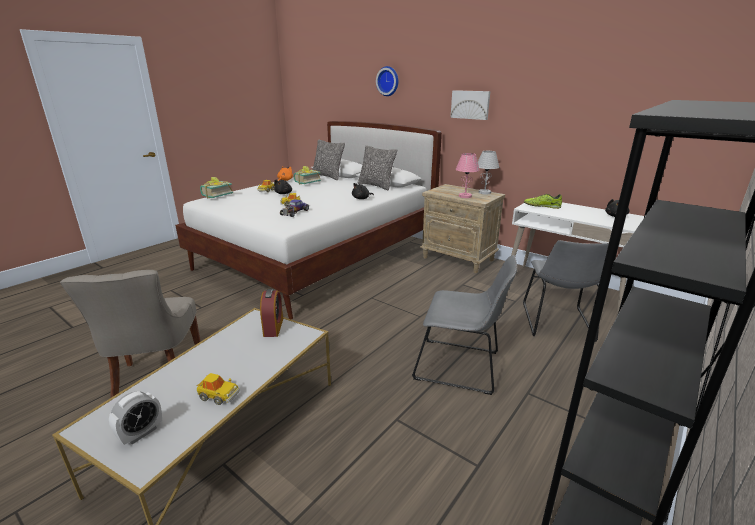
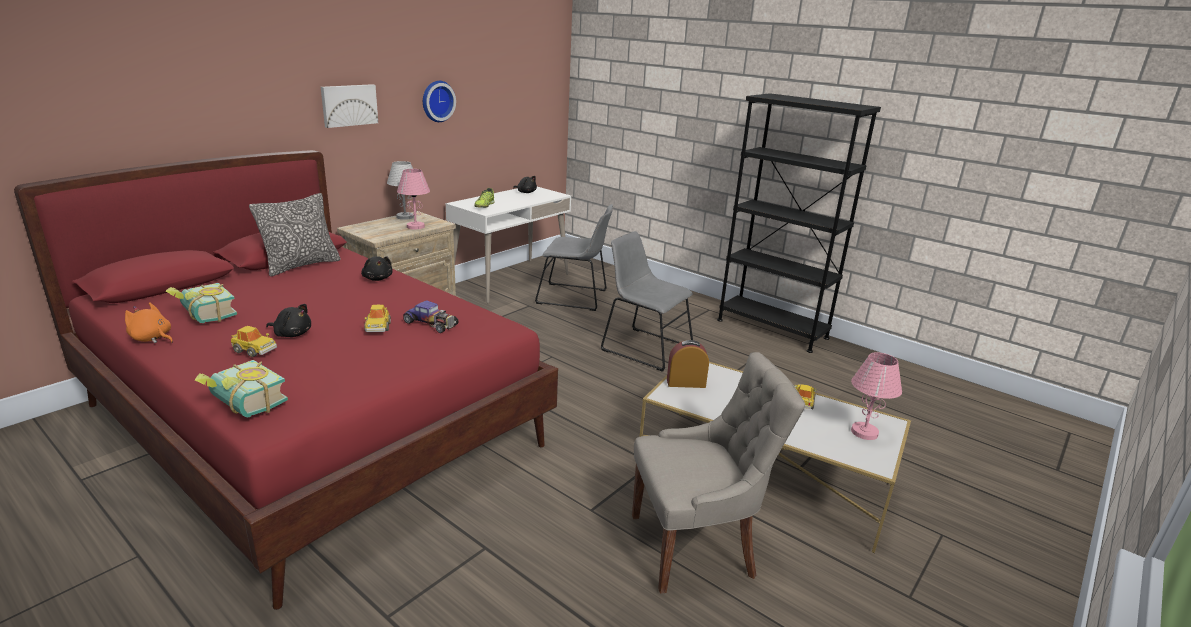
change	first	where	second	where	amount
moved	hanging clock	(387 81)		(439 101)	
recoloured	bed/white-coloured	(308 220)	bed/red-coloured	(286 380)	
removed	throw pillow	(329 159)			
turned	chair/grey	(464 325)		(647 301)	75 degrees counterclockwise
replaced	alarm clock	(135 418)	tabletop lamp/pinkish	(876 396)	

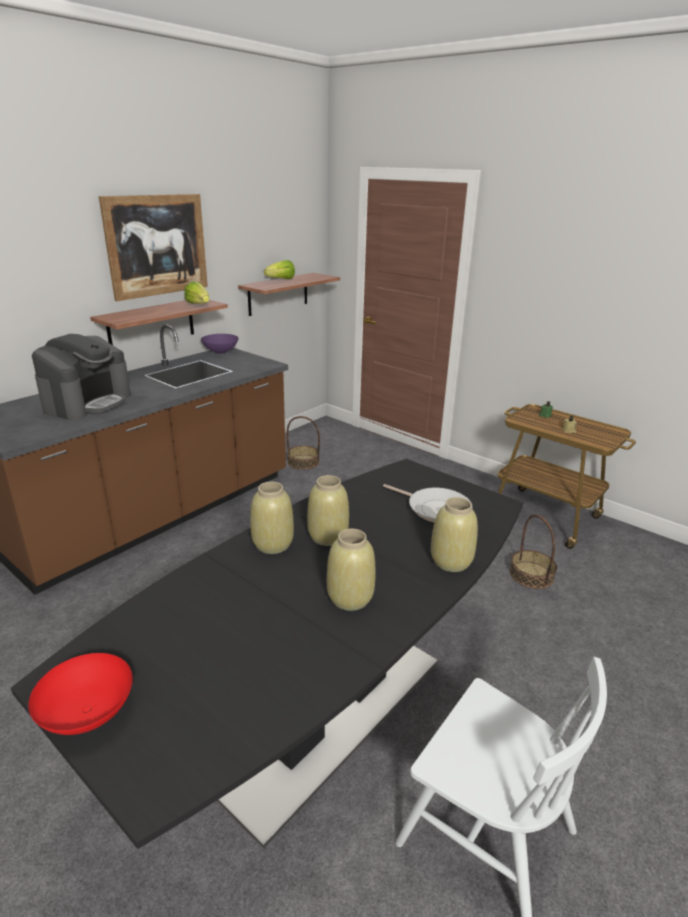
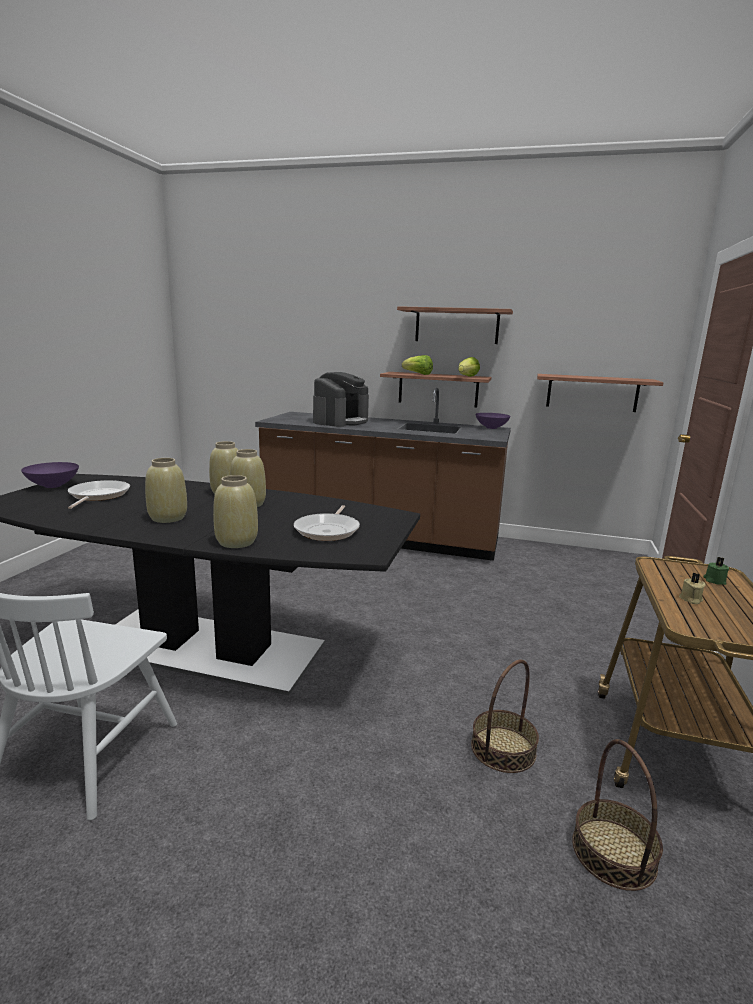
change	first	where	second	where	amount
replaced	wall picture	(153 247)	wall shelf	(455 325)	
moved	lettuce	(279 269)		(417 365)	
turned	coffee machine	(81 377)		(341 399)	60 degrees counterclockwise
moved	basket	(303 443)		(617 815)	
recoloured	bowl/red-coloured	(80 694)	bowl/purplish	(50 475)	
added			frying pan	(99 494)	

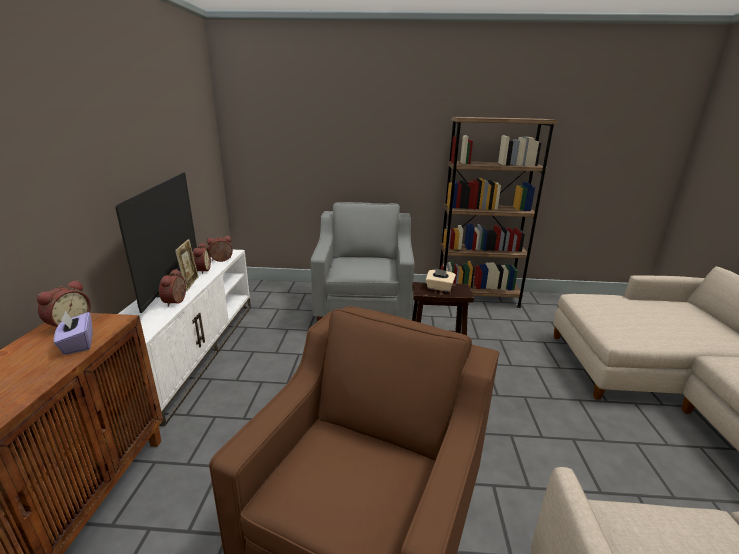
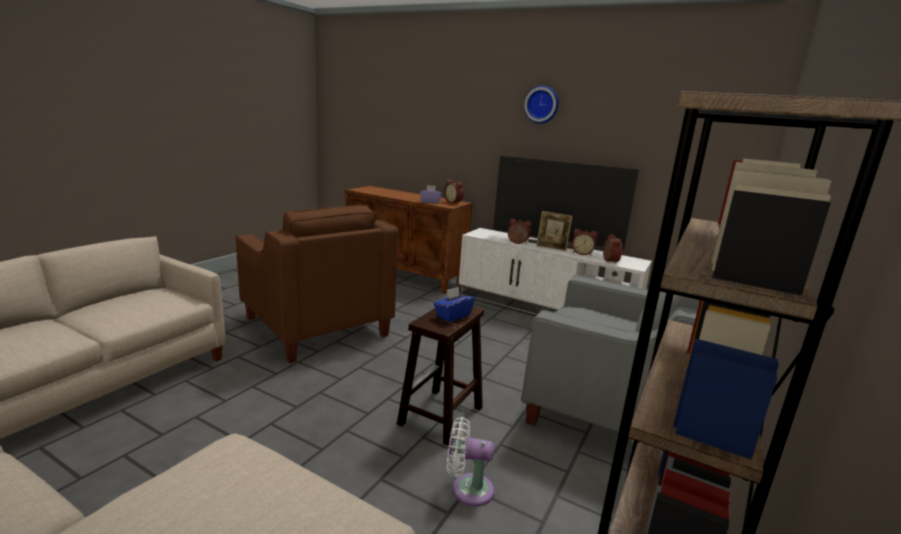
change	first	where	second	where	amount
recoloured	box of tissues/sand-coloured	(441 280)	box of tissues/bluish	(454 304)	
added			hanging clock	(541 104)	
added			electric fan/white-coloured	(470 461)	

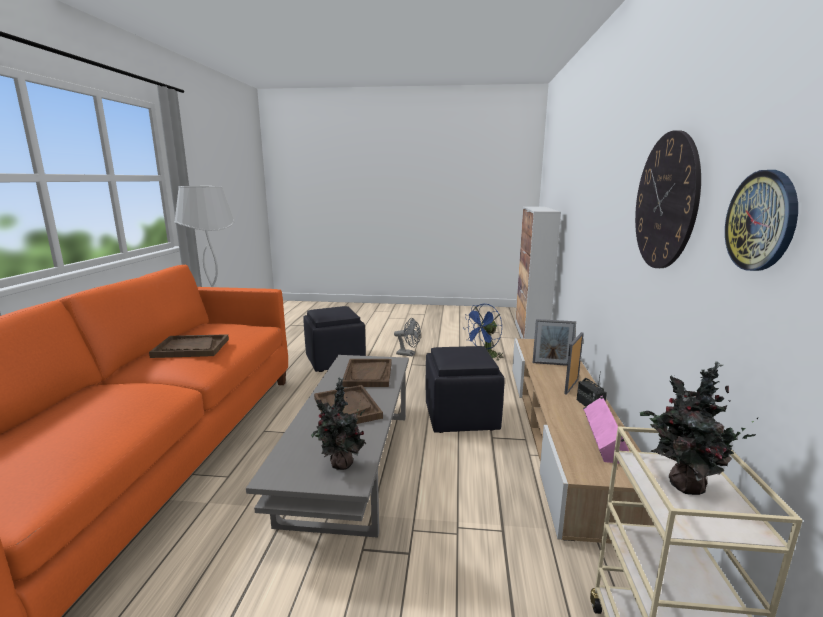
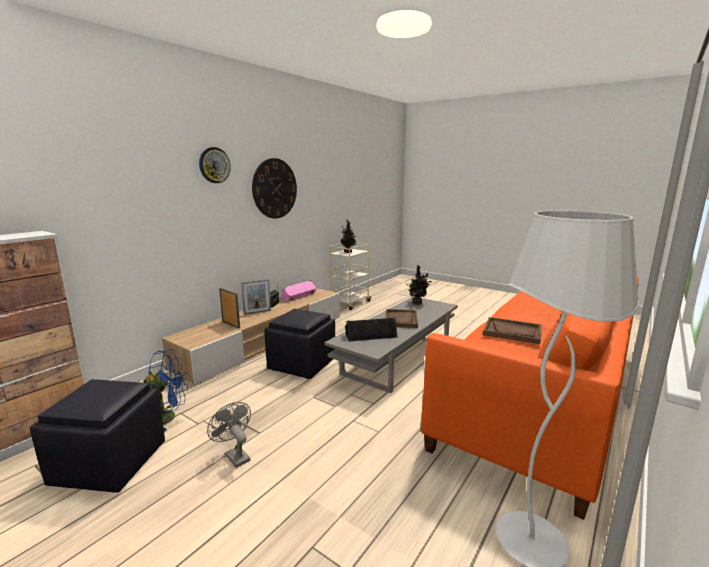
change	first	where	second	where	amount
moved	hanging clock	(761 220)		(215 165)	
moved	ottoman/blackish	(334 339)		(97 436)	
replaced	carrying tray/brown	(367 373)	loudspeaker/blackish	(371 329)	

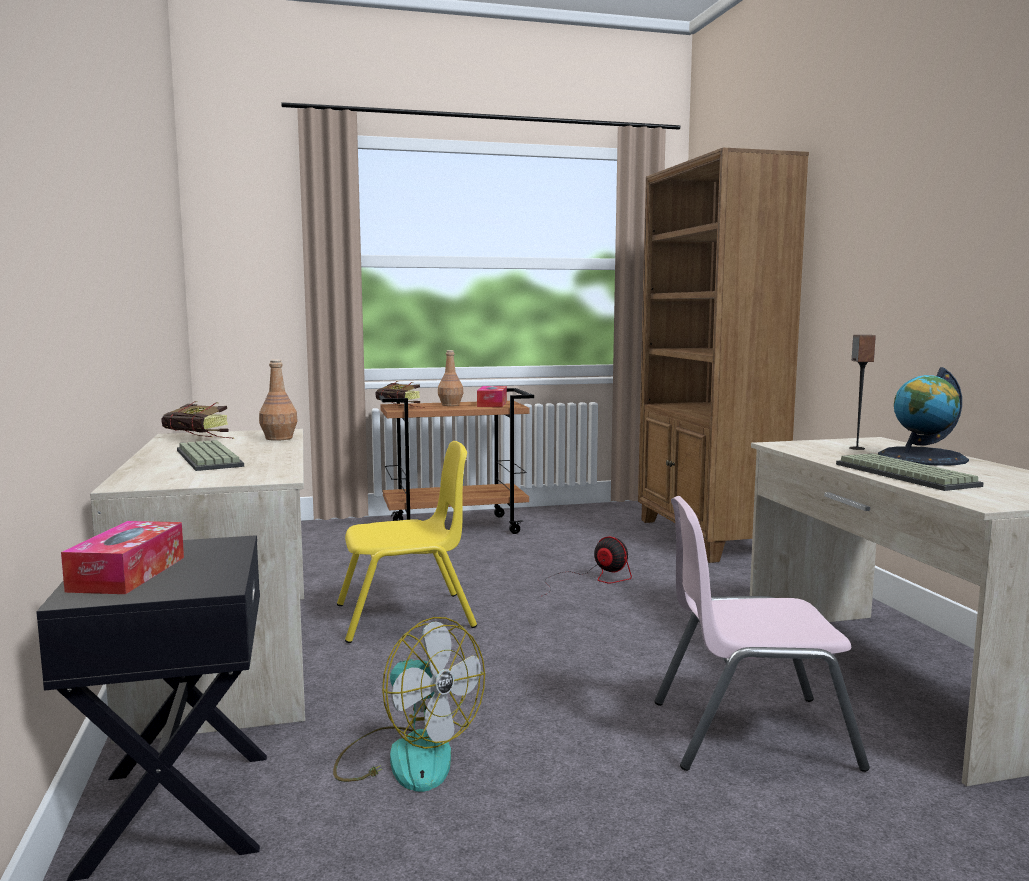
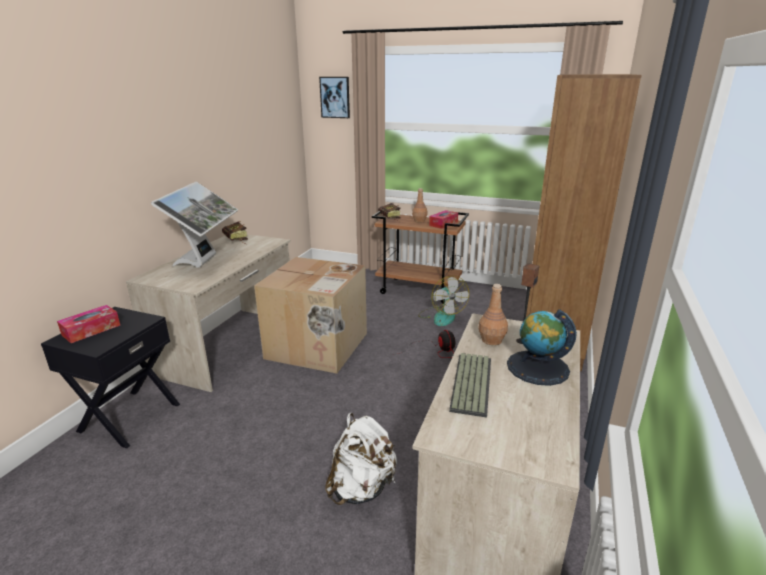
change	first	where	second	where	amount
moved	drink bottle/brown	(278 400)		(493 314)	
replaced	computer keyboard	(210 455)	computer screen	(194 225)	
replaced	chair/yellow-coloured	(407 542)	carton	(310 315)	
replaced	chair/pinkish	(762 634)	rucksack/white-coloured	(361 459)	
moved	electric fan	(409 704)		(443 301)	
added			wall picture	(334 97)	

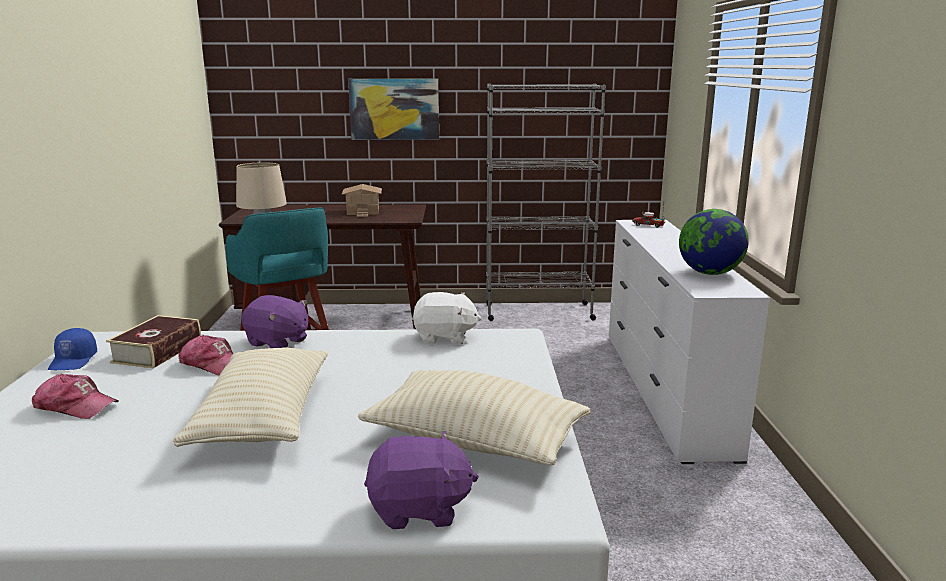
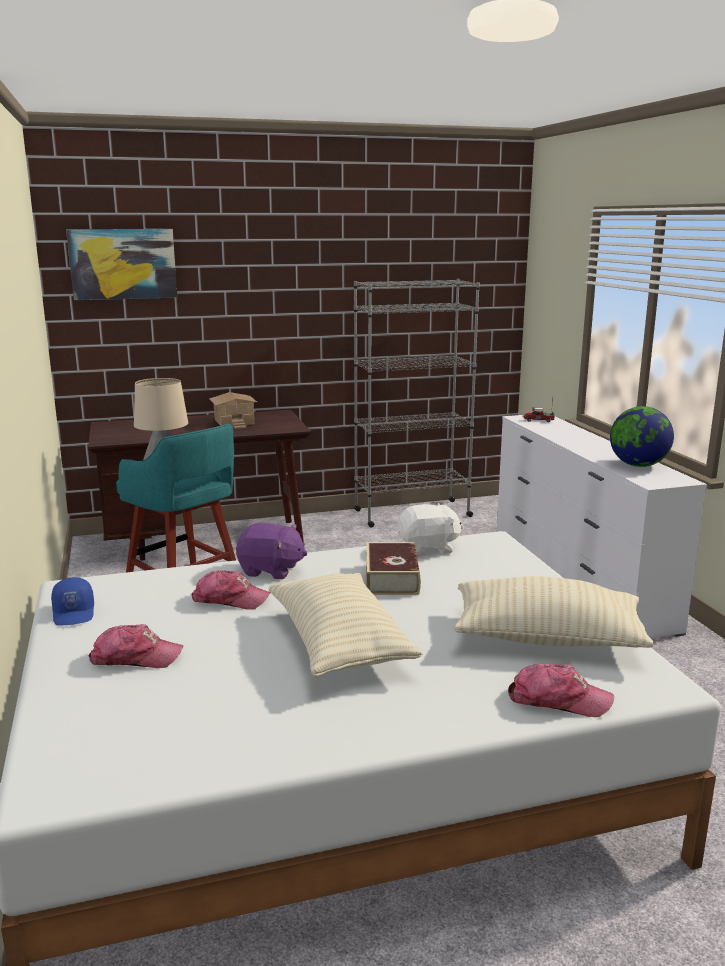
change	first	where	second	where	amount
moved	wall picture	(393 109)		(121 264)	
moved	volume	(153 341)		(393 568)	
replaced	cuddly toy/purplish	(421 480)	baseball cap	(561 690)	

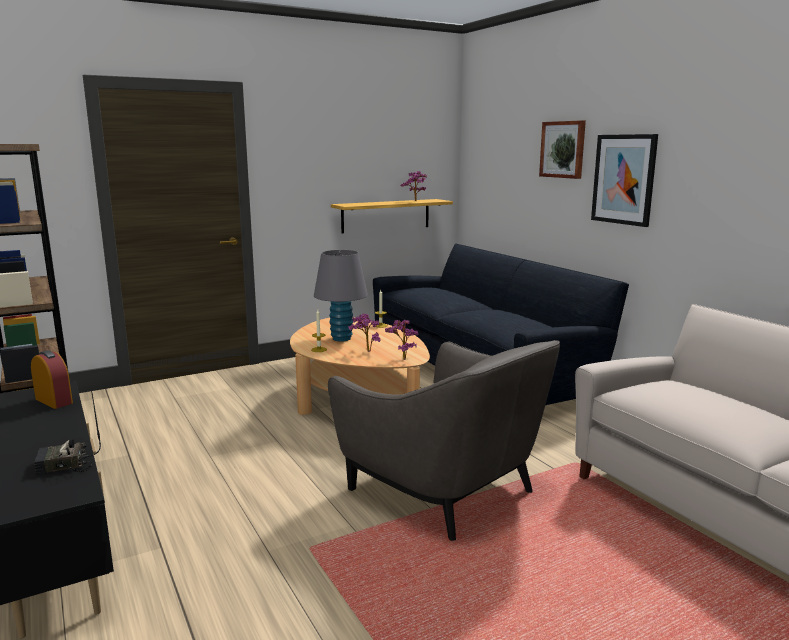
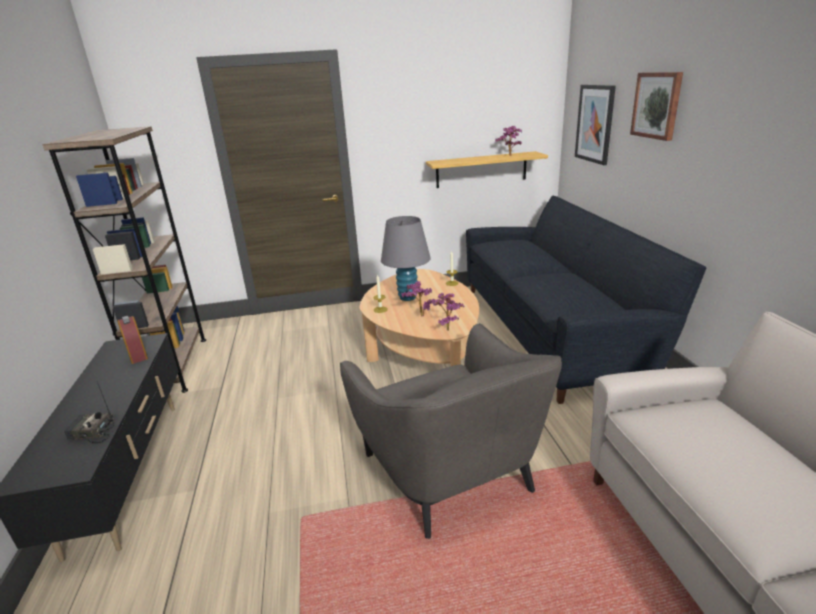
change	first	where	second	where	amount
moved	wall picture	(624 180)		(595 125)	

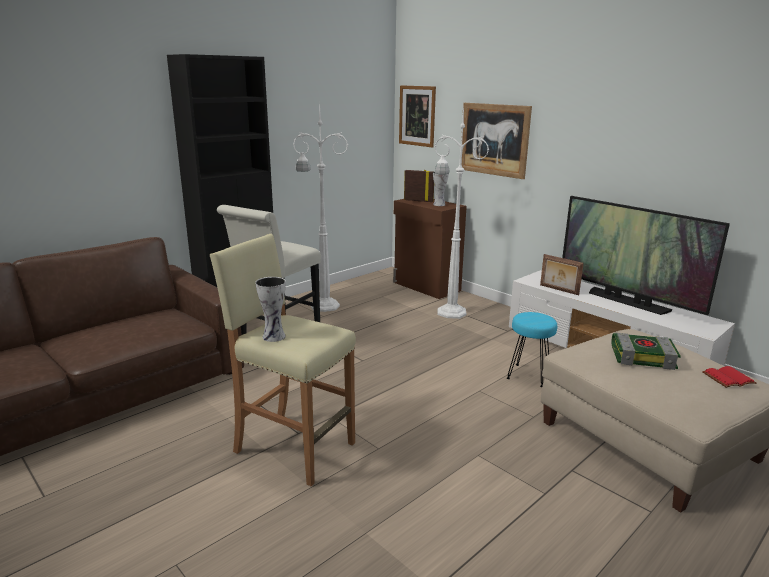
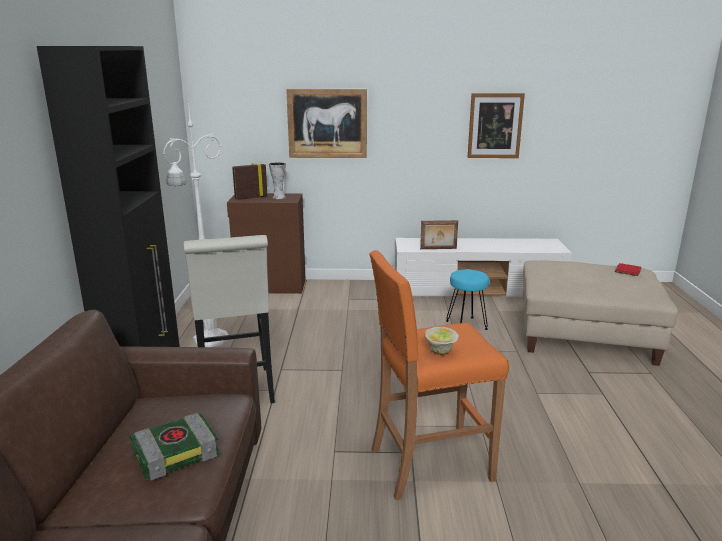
change	first	where	second	where	amount
moved	wall picture	(417 116)		(496 125)	
removed	standing lamp/white-coloured	(461 213)			
removed	TV	(646 255)			
recoloured	stool seat/sand-coloured	(283 360)	stool seat/orange-coloured	(439 375)	
replaced	decorative vase	(270 309)	bowl	(442 341)	
moved	volume	(646 351)		(175 446)	

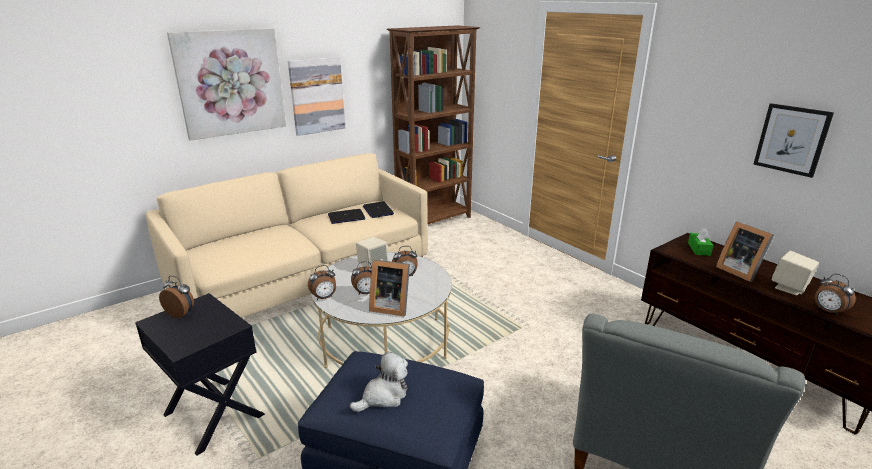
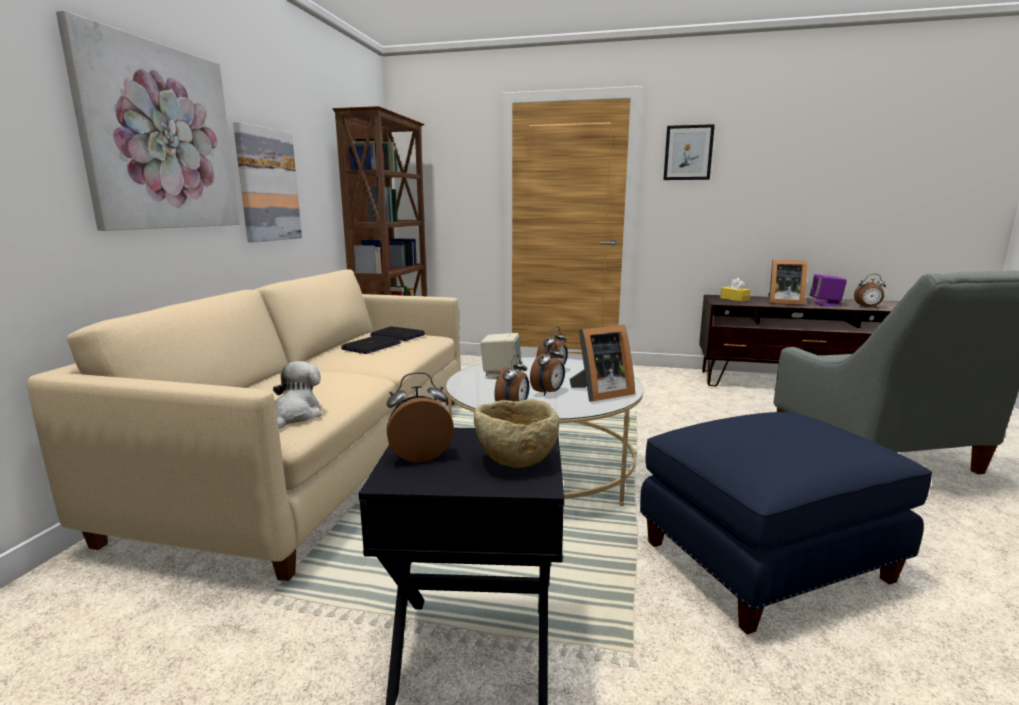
change	first	where	second	where	amount
moved	wall picture	(794 140)		(689 152)	
recoloured	box of tissues/green	(701 242)	box of tissues/yellow-coloured	(735 290)	
recoloured	loudspeaker/sand-coloured	(795 273)	loudspeaker/purplish	(828 290)	
moved	cuddly toy	(379 382)		(297 395)	
added			bowl/sand-coloured	(516 433)	

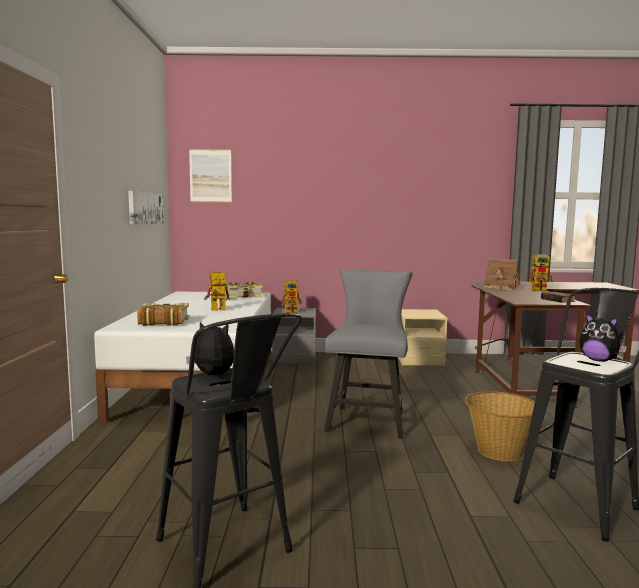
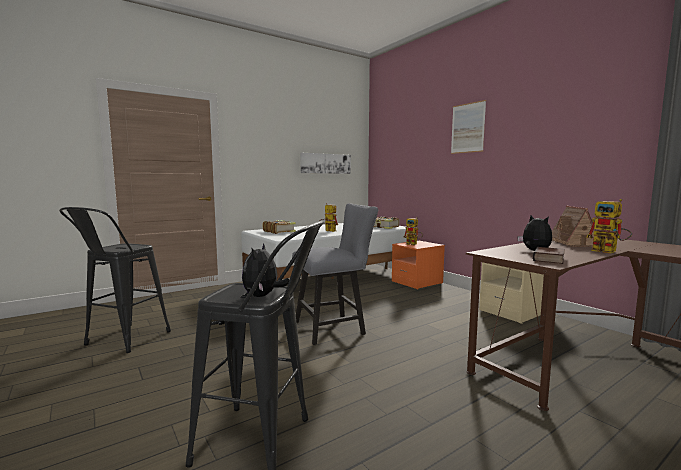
change	first	where	second	where	amount
moved	wall picture	(210 176)		(468 127)	
recoloured	night table/grey	(294 336)	night table/orange-coloured	(418 265)	
moved	cuddly toy	(210 348)		(535 233)	
removed	basket	(500 426)			

